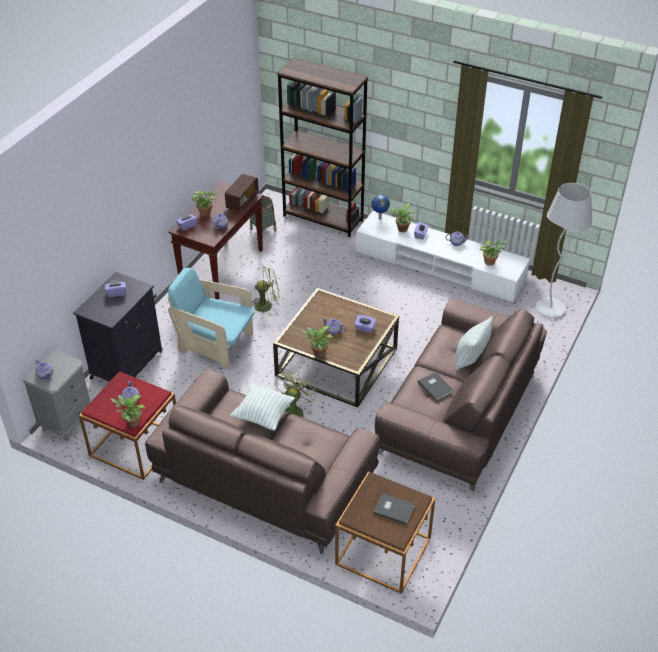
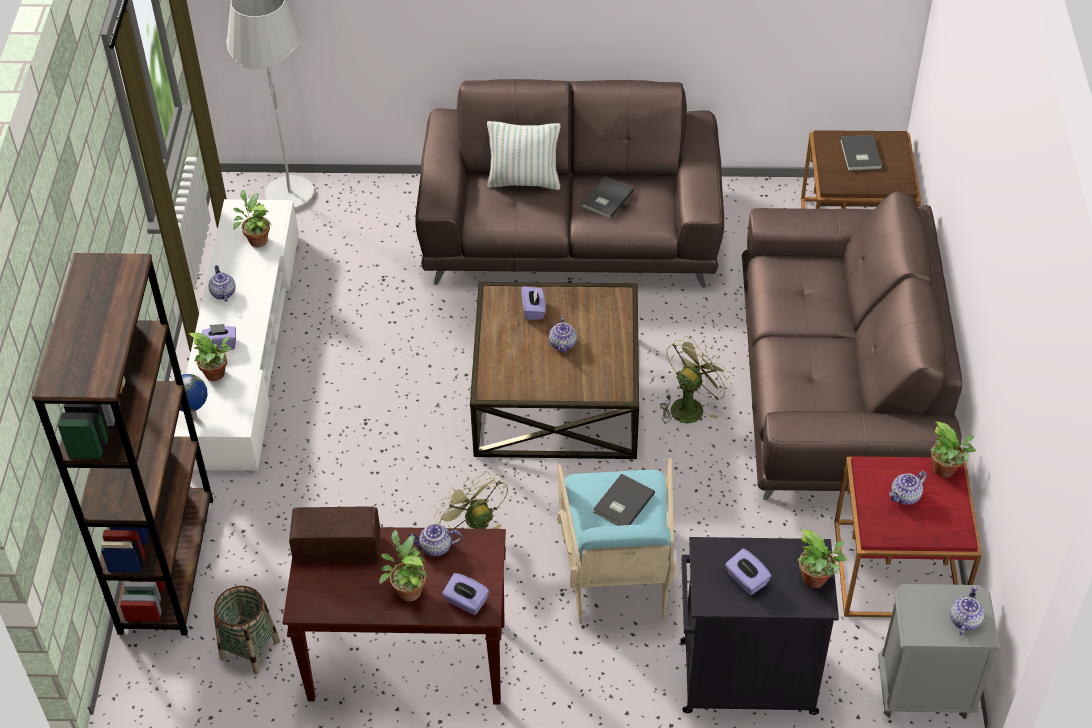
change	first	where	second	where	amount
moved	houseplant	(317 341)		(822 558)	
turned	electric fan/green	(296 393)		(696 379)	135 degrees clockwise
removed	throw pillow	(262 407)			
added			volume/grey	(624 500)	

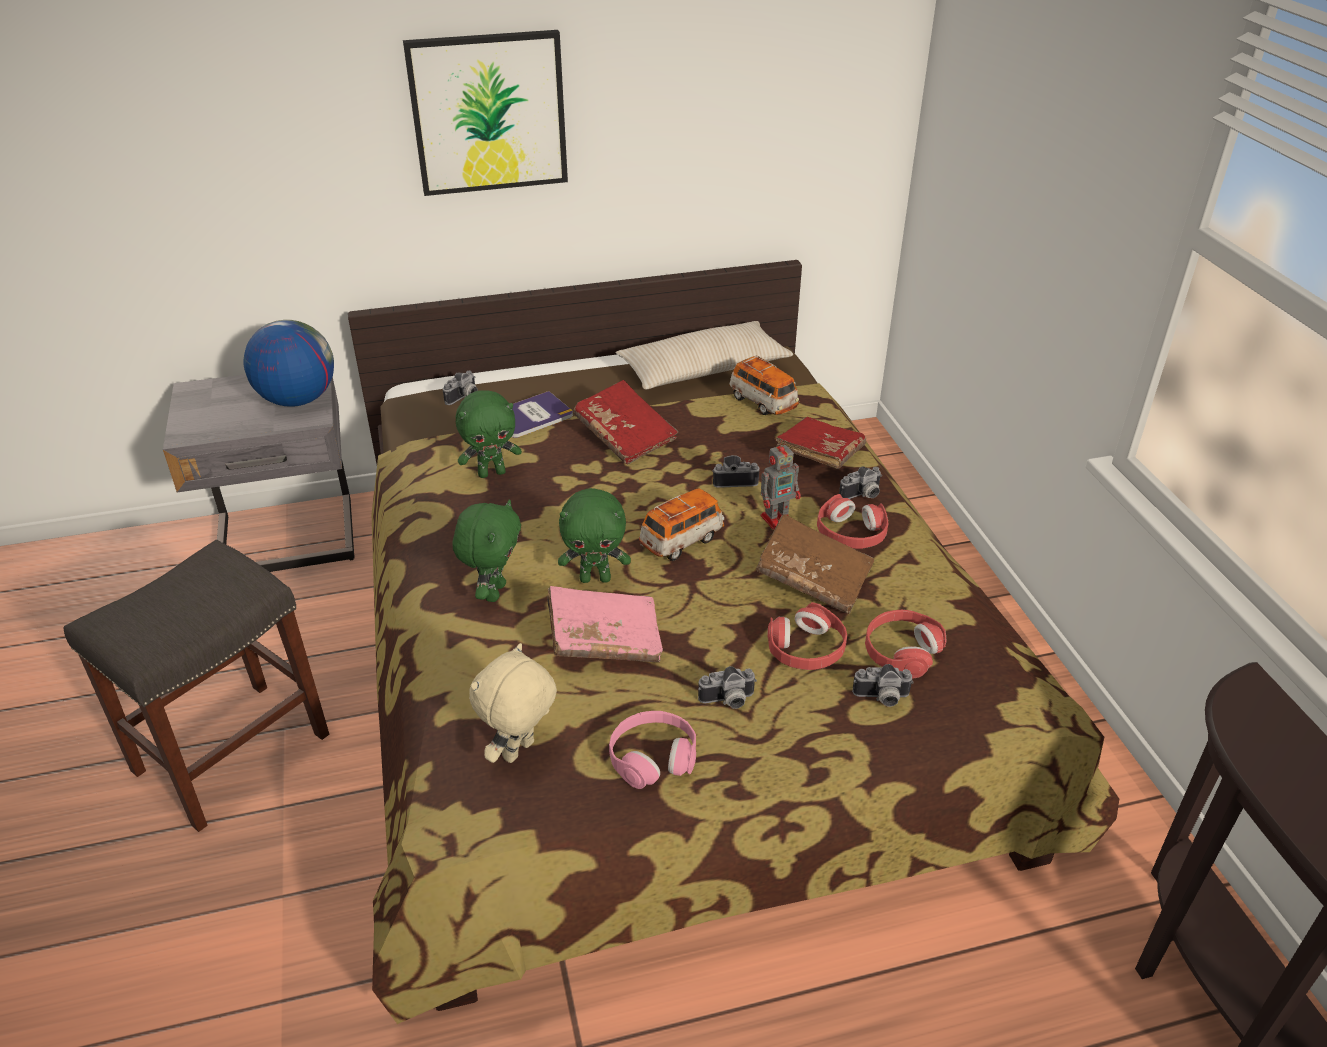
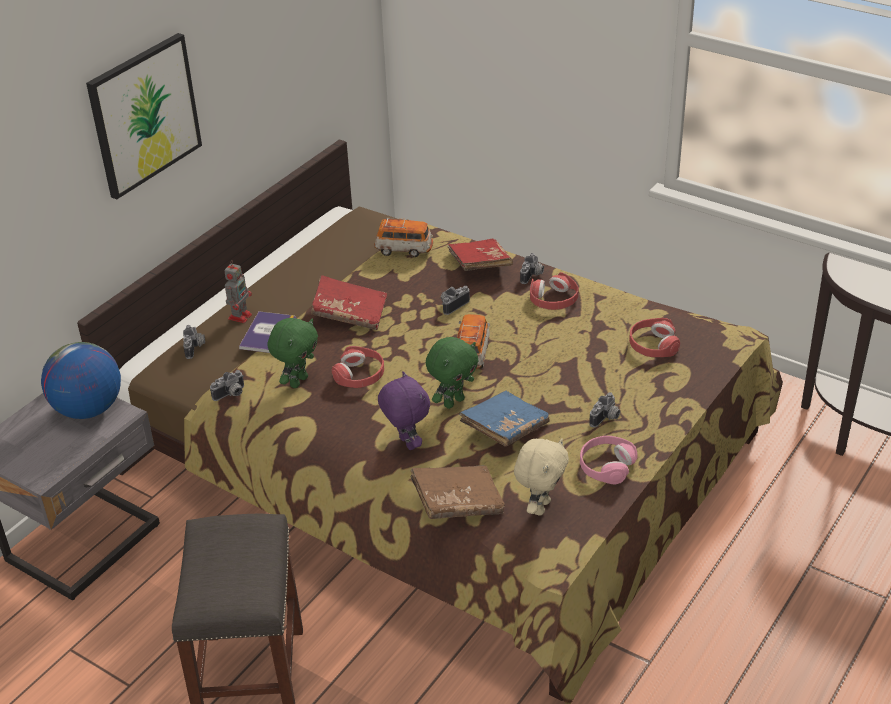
change	first	where	second	where	amount
removed	throw pillow/sand-coloured	(704 355)			
moved	toy robot	(781 485)		(238 291)	
recoloured	cuddly toy/green	(487 550)	cuddly toy/purplish	(404 410)	
moved	volume/brown	(815 564)		(457 492)	
recoloured	volume/pinkish	(605 624)	volume/bluish	(505 418)	
moved	headphones/red-coloured	(807 636)		(358 367)	
turned	cuddly toy/sand-coloured	(513 703)		(541 477)	150 degrees counterclockwise
moved	photo camera	(883 685)		(227 385)	

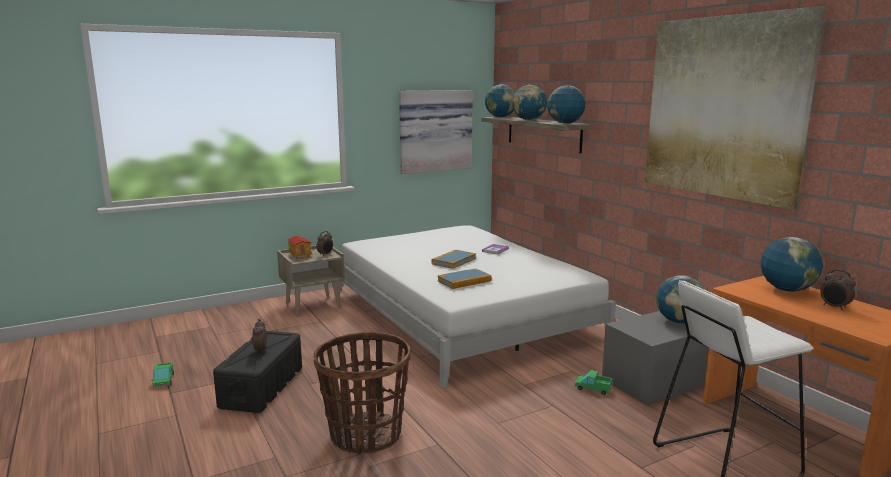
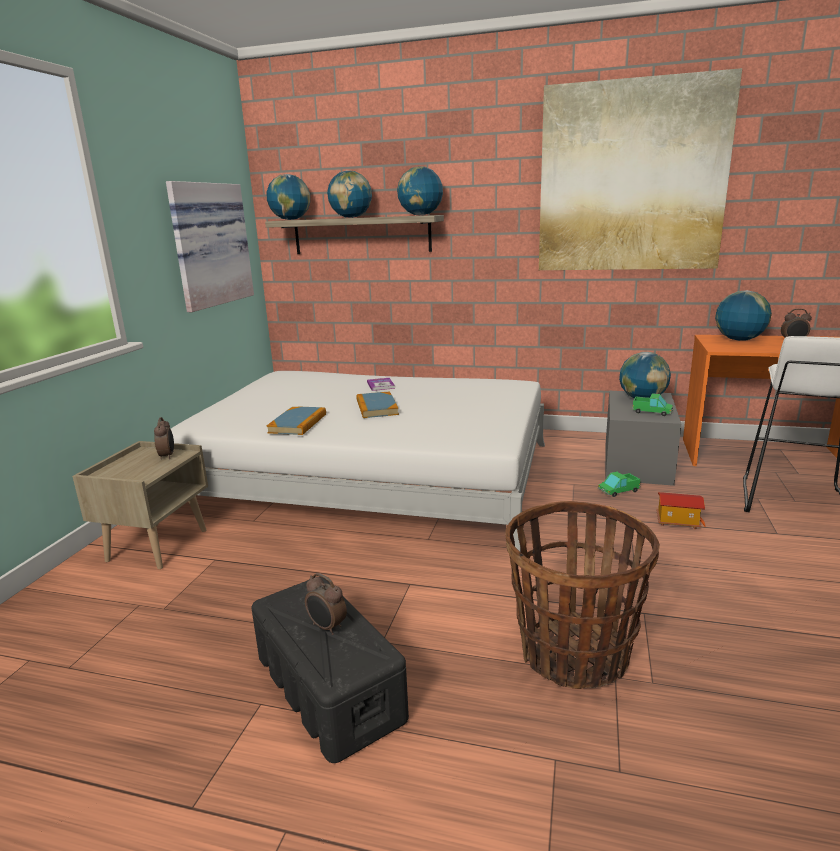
change	first	where	second	where	amount
moved	toy house	(299 247)		(681 510)	
moved	volume	(465 279)		(296 421)	
moved	toy lorry	(162 374)		(652 404)	

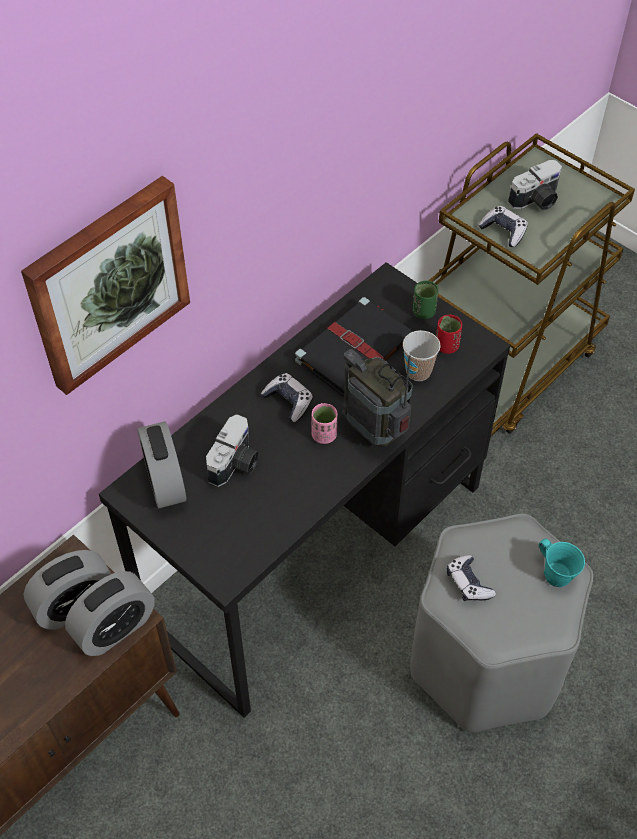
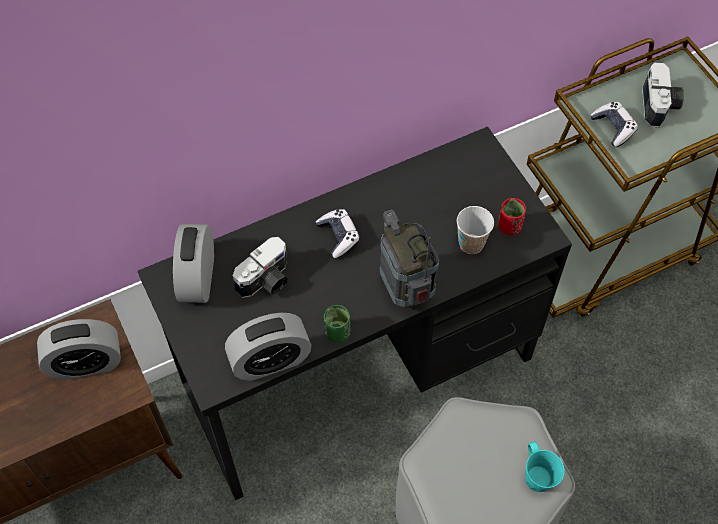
change	first	where	second	where	amount
turned	photo camera	(535 185)		(663 94)	75 degrees counterclockwise
removed	wall picture	(105 285)			
moved	drinking cup/green	(425 299)		(337 324)	
removed	volume/blackish	(353 346)			
removed	drinking cup/pinkish	(324 423)			
removed	gamepad	(471 578)			
moved	alarm clock	(110 613)		(268 347)	

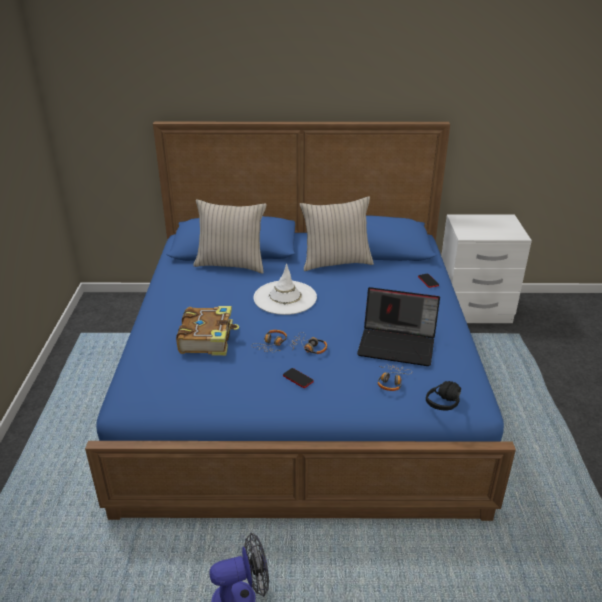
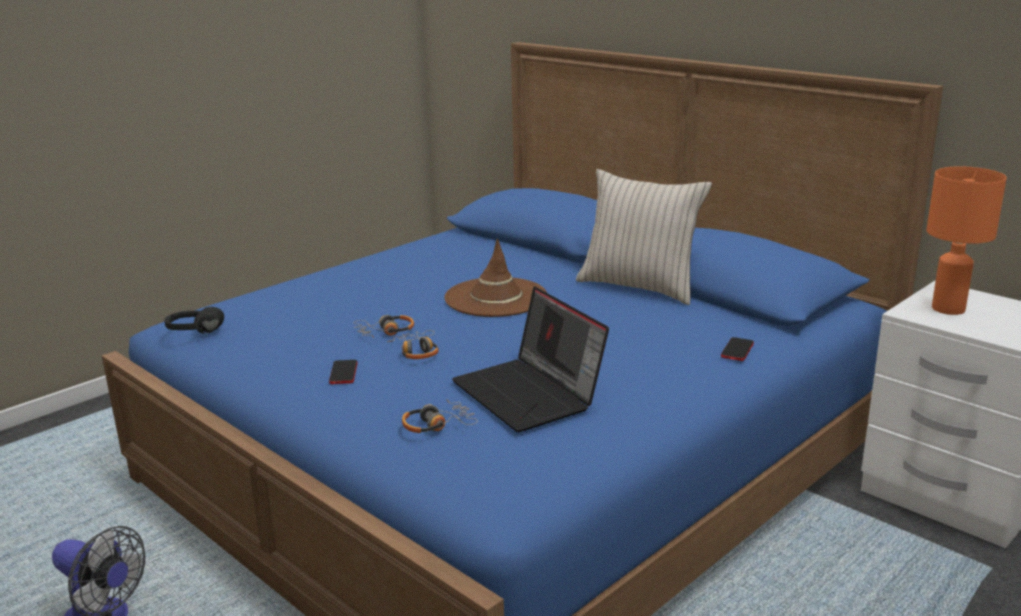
change	first	where	second	where	amount
removed	throw pillow/sand-coloured	(230 236)			
recoloured	wearable hat/white-coloured	(285 289)	wearable hat/brown	(495 277)	
removed	volume	(207 331)			
moved	headphones/blackish	(443 395)		(194 320)	
added			tabletop lamp/orange-coloured	(967 240)	

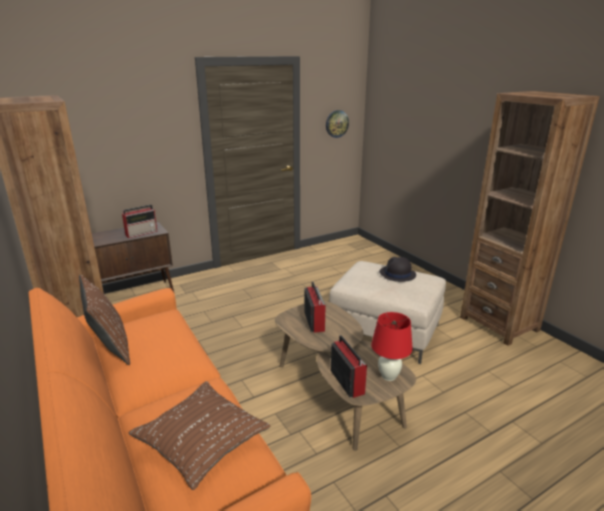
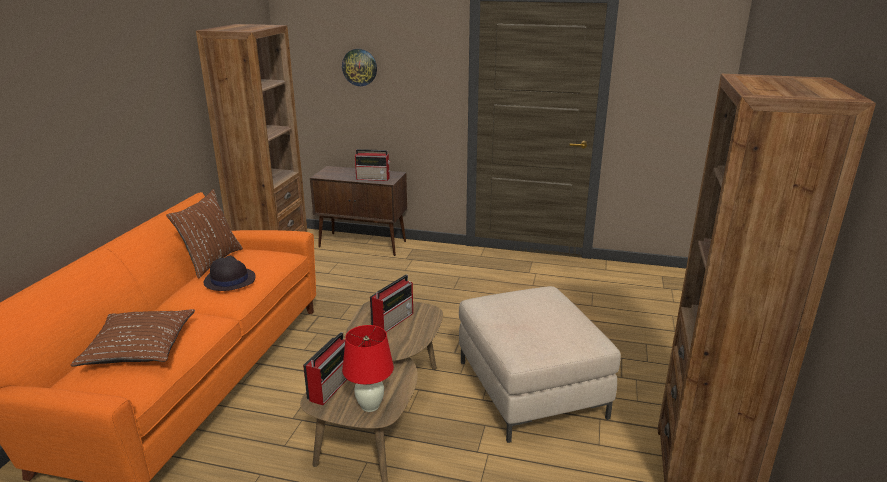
change	first	where	second	where	amount
moved	hanging clock	(337 124)		(359 67)	
moved	wearable hat/blackish	(397 269)		(229 273)	

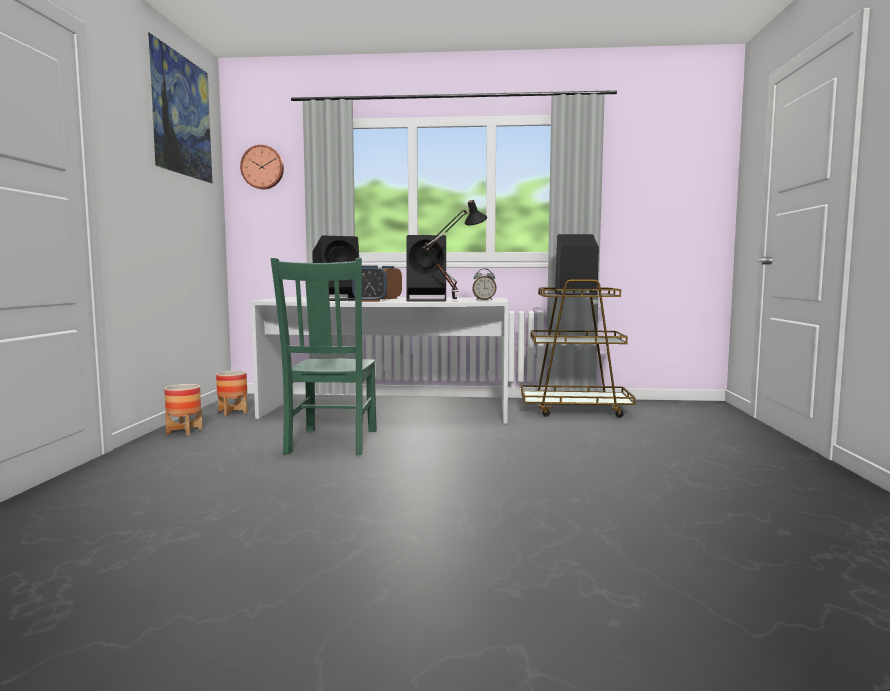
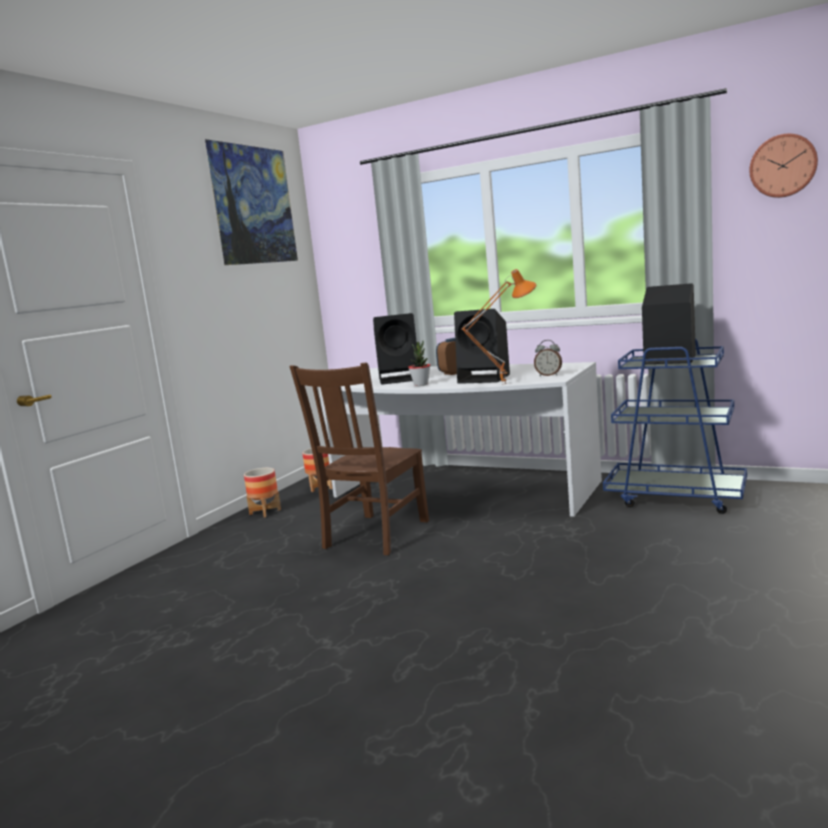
change	first	where	second	where	amount
moved	hanging clock	(262 167)		(783 166)	
recoloured	tabletop lamp/blackish	(455 251)	tabletop lamp/orange-coloured	(499 326)	
recoloured	chair/green	(324 356)	chair/brown	(359 459)	
replaced	alarm clock	(369 283)	houseplant	(419 363)	
recoloured	trolley/brown	(578 348)	trolley/bluish	(675 426)	

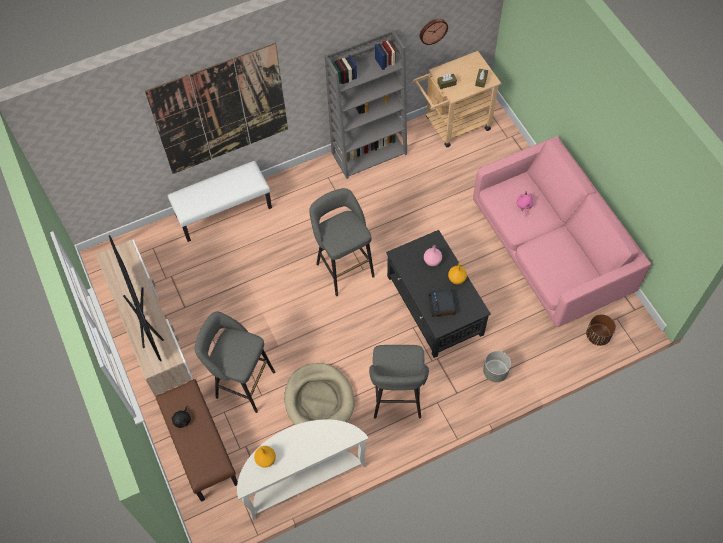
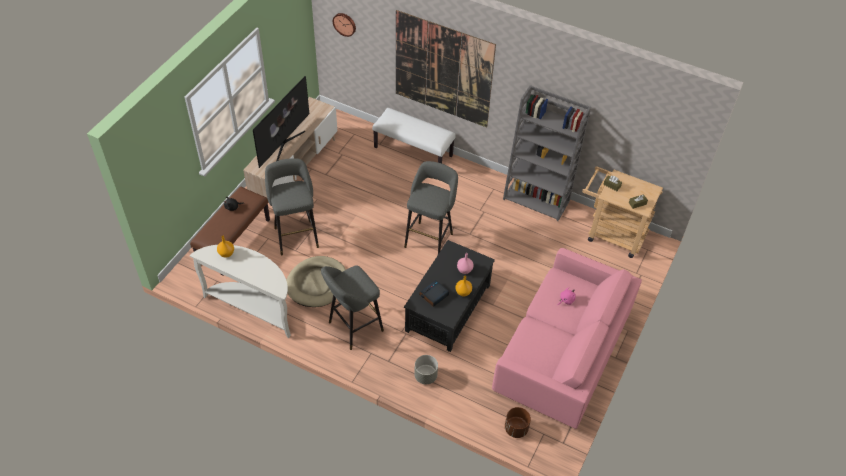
change	first	where	second	where	amount
moved	hanging clock	(434 32)		(344 25)	

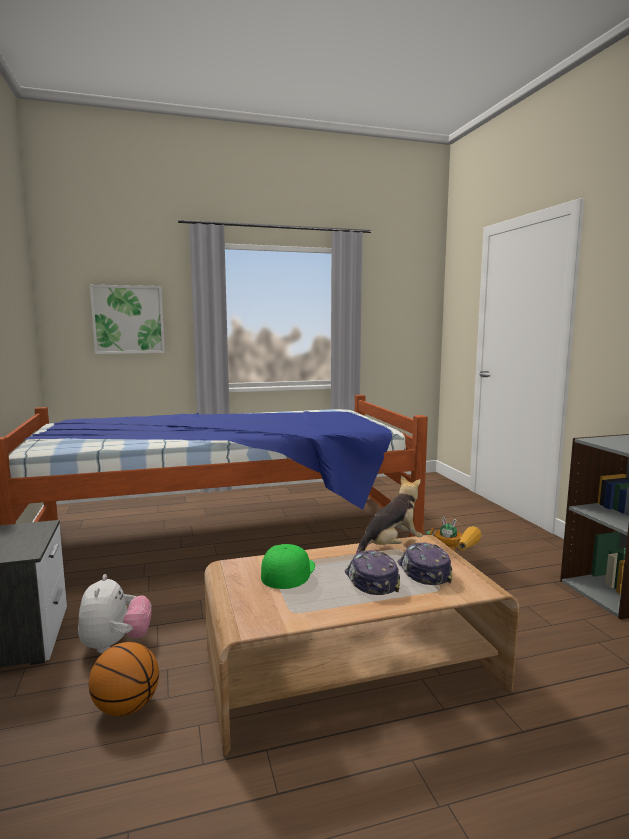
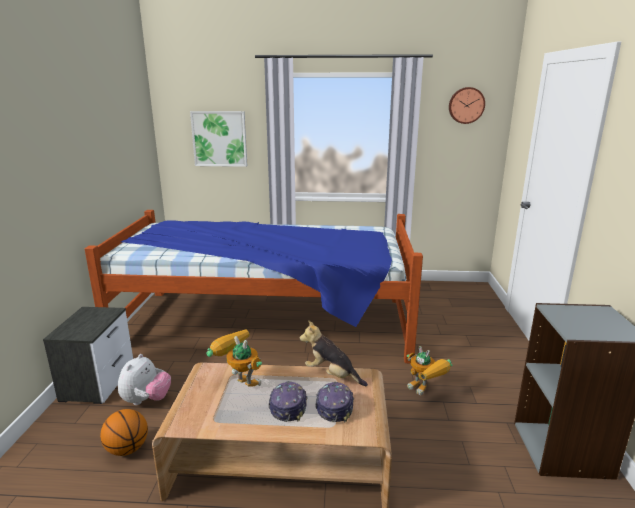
change	first	where	second	where	amount
turned	cuddly toy	(389 514)		(334 353)	135 degrees counterclockwise
replaced	baseball cap/green	(288 566)	toy robot	(234 358)	
added			hanging clock	(467 105)	

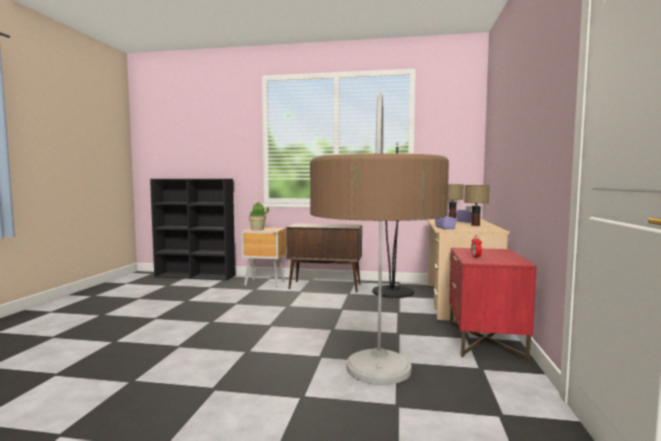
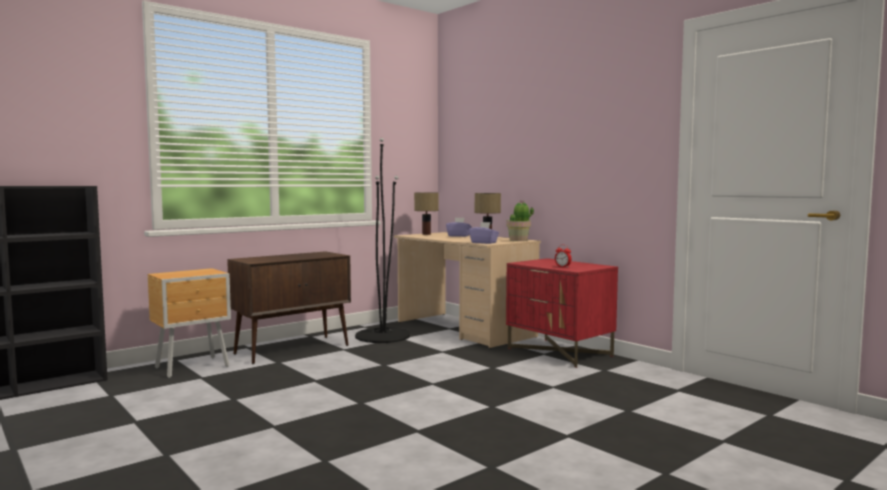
change	first	where	second	where	amount
removed	standing lamp	(379 239)			
moved	houseplant	(259 216)		(520 221)	

